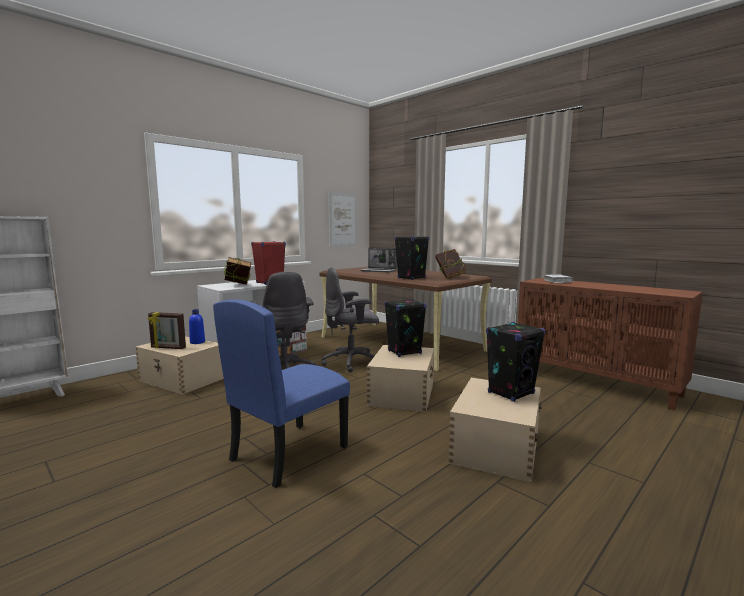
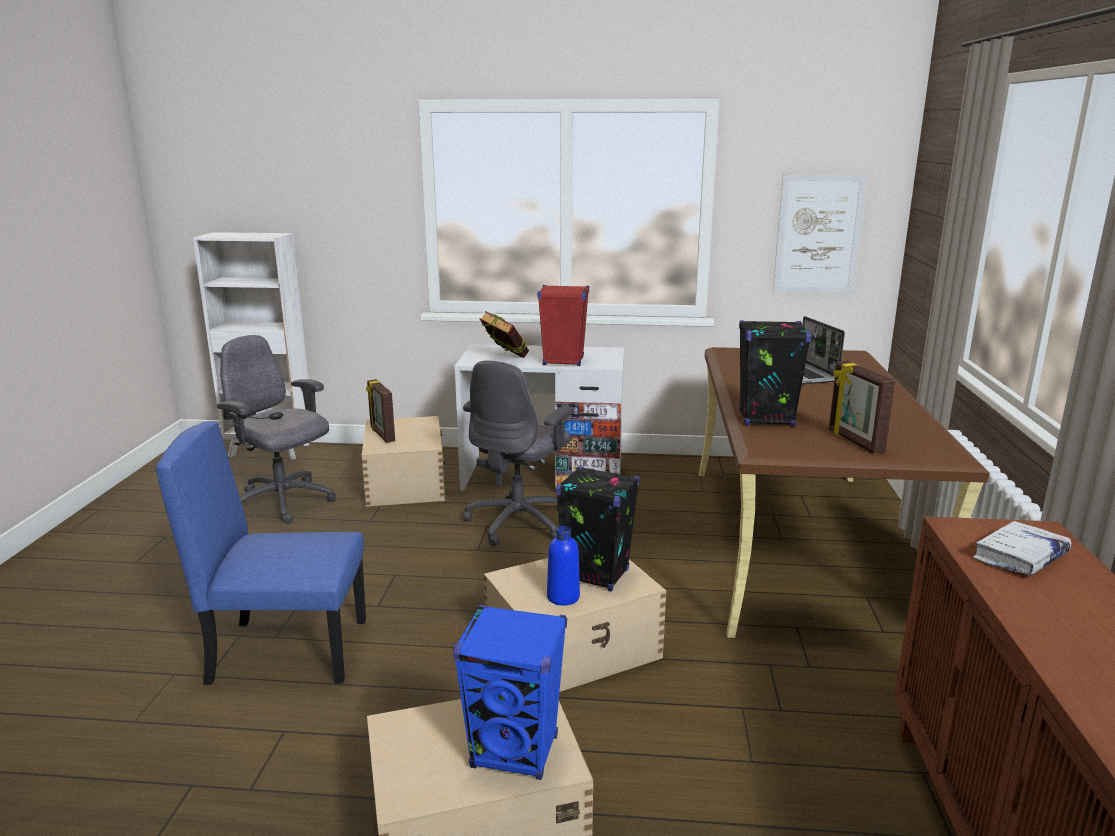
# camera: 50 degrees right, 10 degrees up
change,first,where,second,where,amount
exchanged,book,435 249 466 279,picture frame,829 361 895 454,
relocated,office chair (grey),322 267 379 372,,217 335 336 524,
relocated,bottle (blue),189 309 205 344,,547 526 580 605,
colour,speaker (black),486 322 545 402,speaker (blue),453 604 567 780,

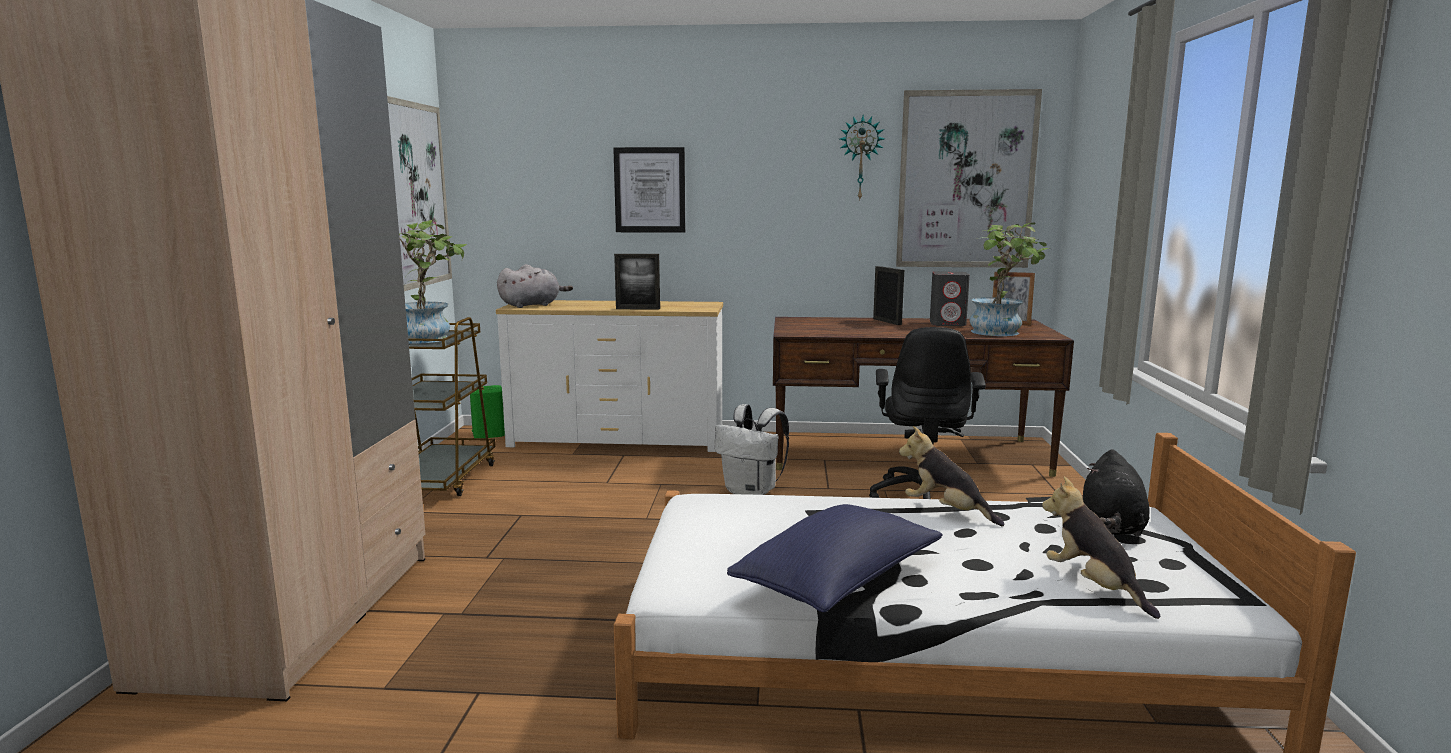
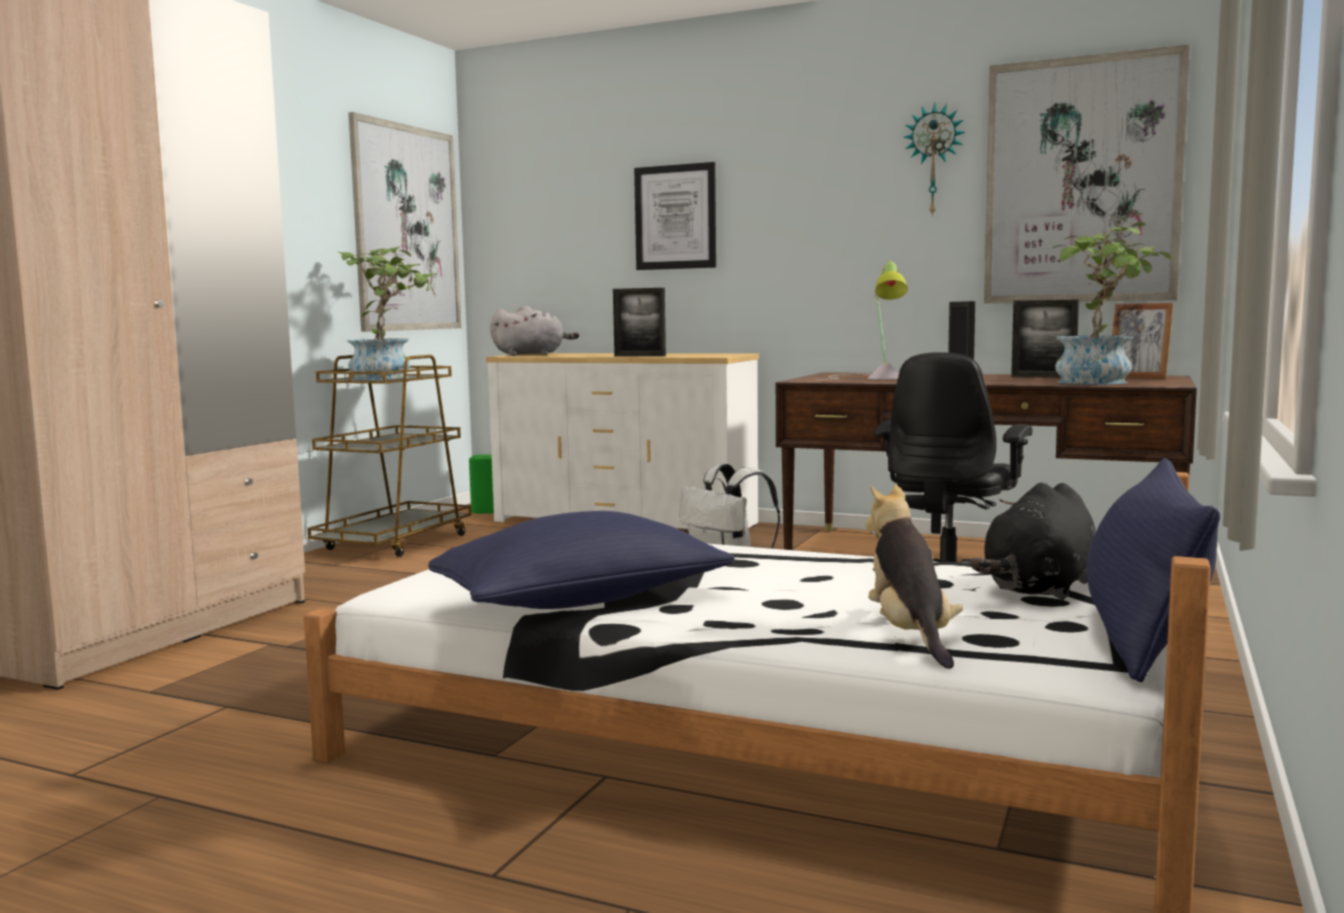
# camera: 20 degrees right, 5 degrees down
change,first,where,second,where,amount
exchanged,speaker (grey),930 271 970 326,picture frame,1011 299 1079 378,
missing,plush toy,899 426 1005 526,,,
appeared,,,table lamp,818 260 908 380,
appeared,,,pillow (blue),1087 458 1220 682,

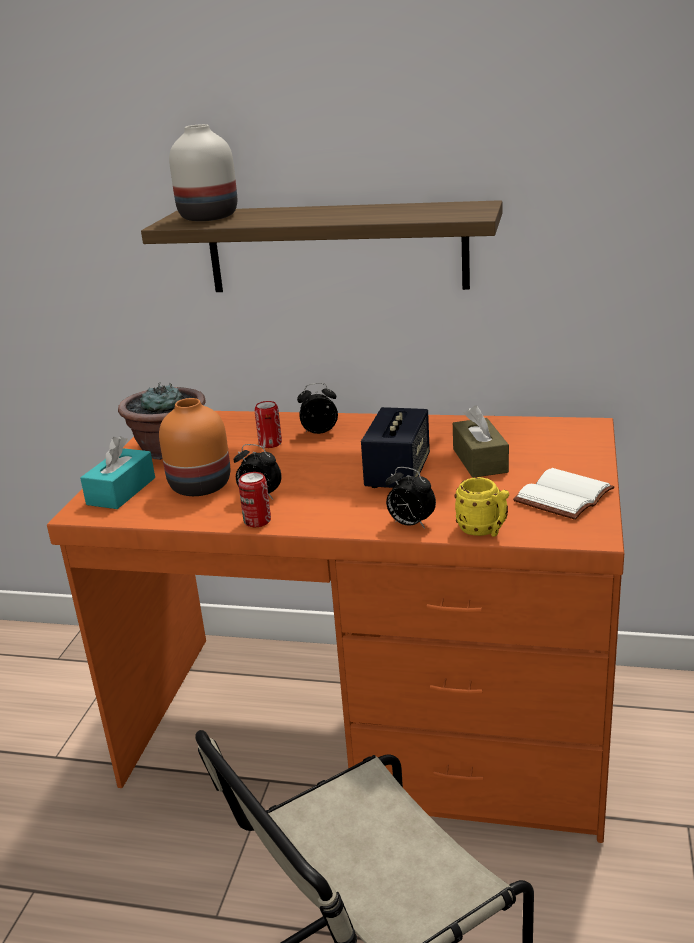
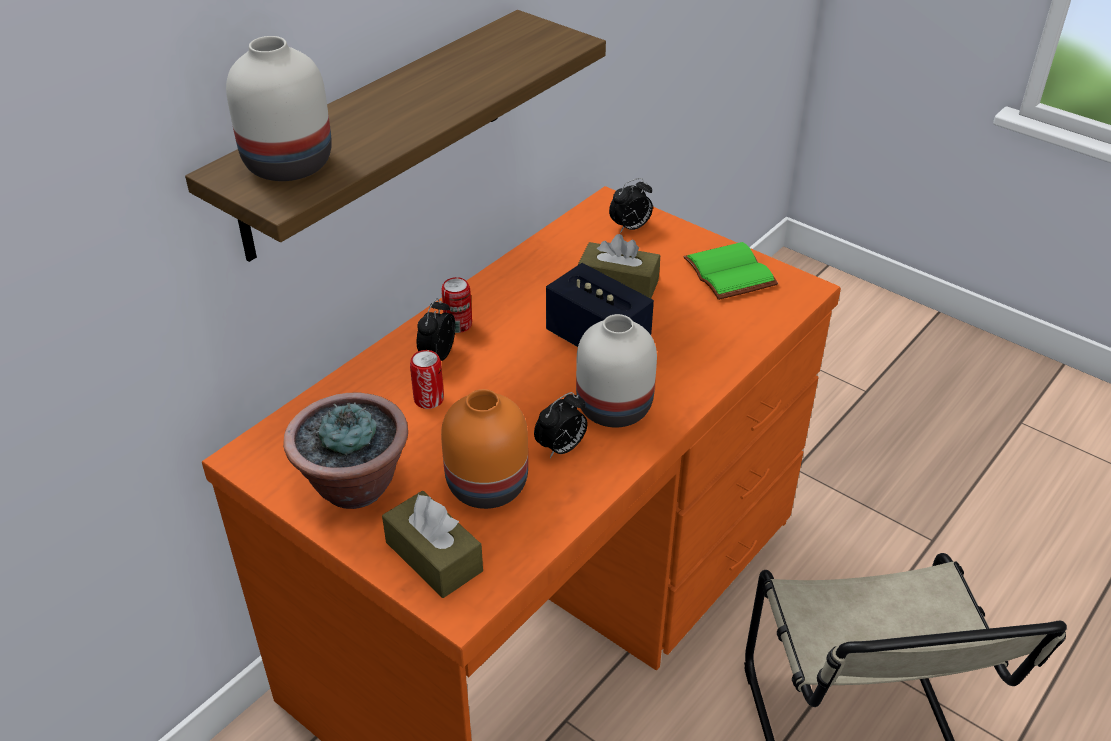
# camera: 65 degrees left, 15 degrees up
change,first,where,second,where,amount
colour,tissue box (turquoise),80 436 155 509,tissue box (brown),382 491 483 598,
relocated,alarm clock,386 467 436 529,,609 178 653 233,
colour,book (white),513 468 615 520,book (green),683 242 778 300,
relocated,can,238 472 271 527,,441 277 472 333,
missing,mug (yellow),454 477 509 537,,,
appeared,,,vase (white),576 314 657 427,

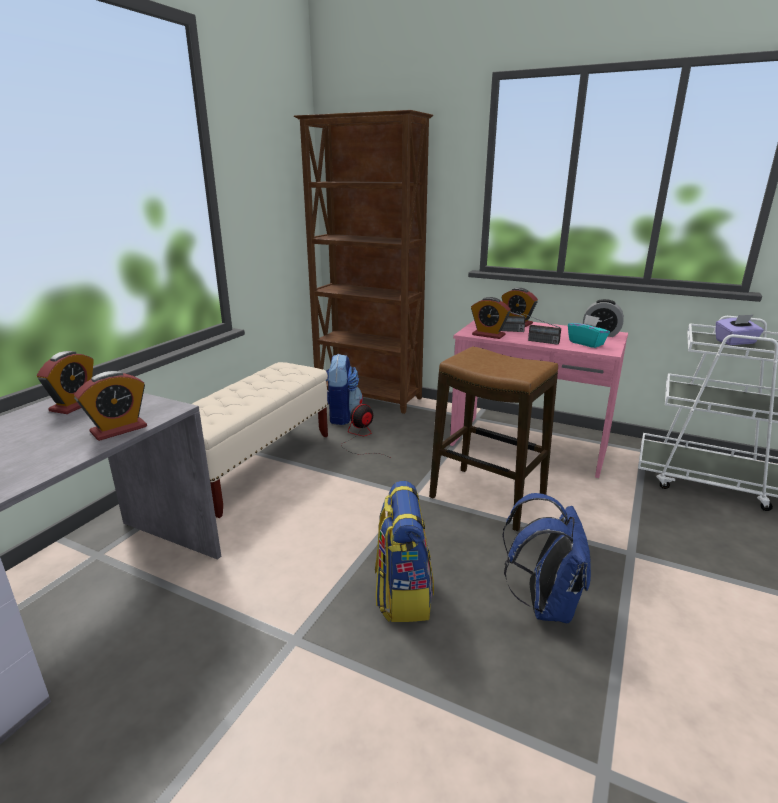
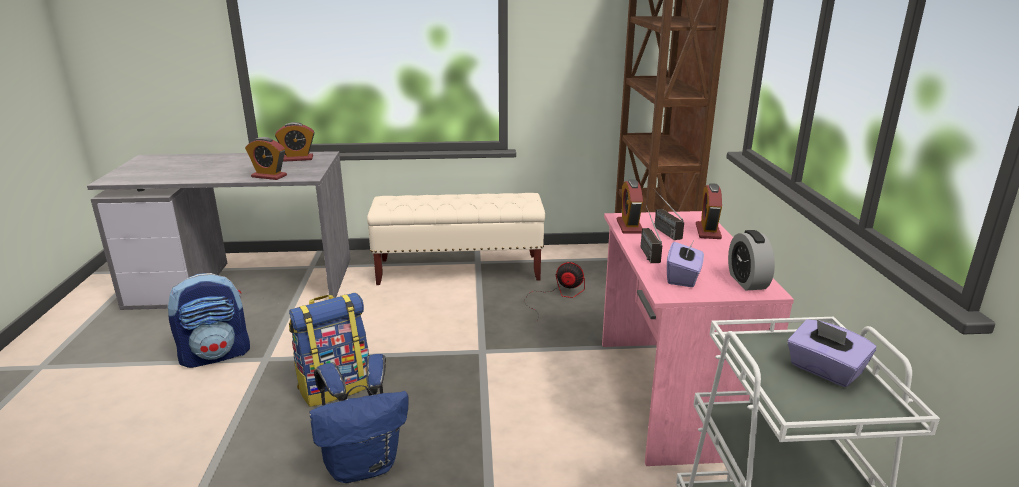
# camera: 60 degrees right, 0 degrees up
change,first,where,second,where,amount
colour,tissue box (turquoise),568 315 610 348,tissue box (purple),667 241 704 287,
missing,stool,429 347 558 531,,,
relocated,backpack,326 354 363 425,,167 273 250 368,

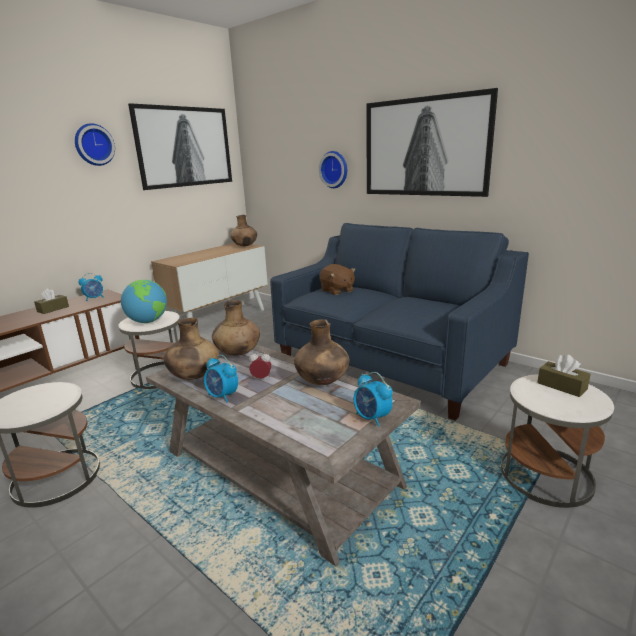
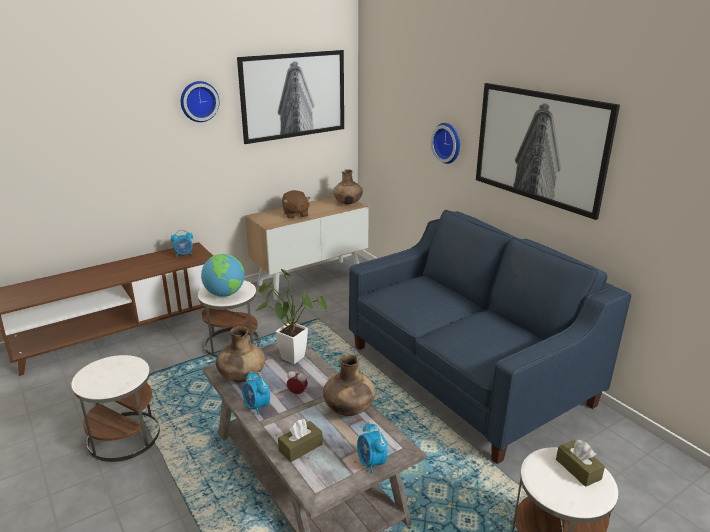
# camera: 15 degrees right, 5 degrees up
change,first,where,second,where,amount
relocated,plush toy (brown),319 264 356 295,,282 190 310 219,
relocated,tissue box (brown),34 288 69 314,,278 419 323 463,
exchanged,vase (brown),212 300 260 356,potted plant,256 269 327 364,

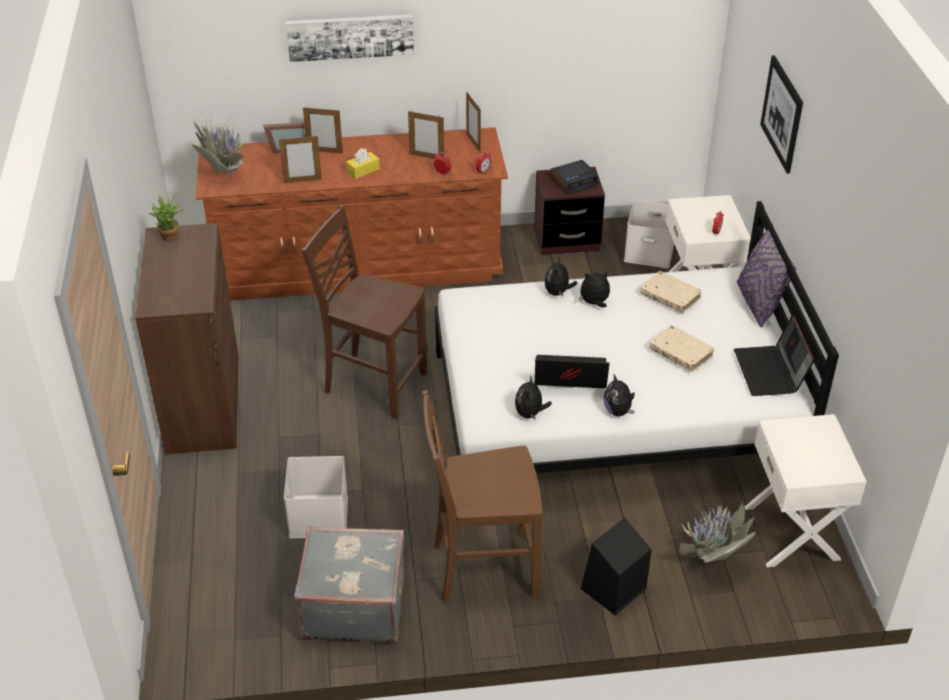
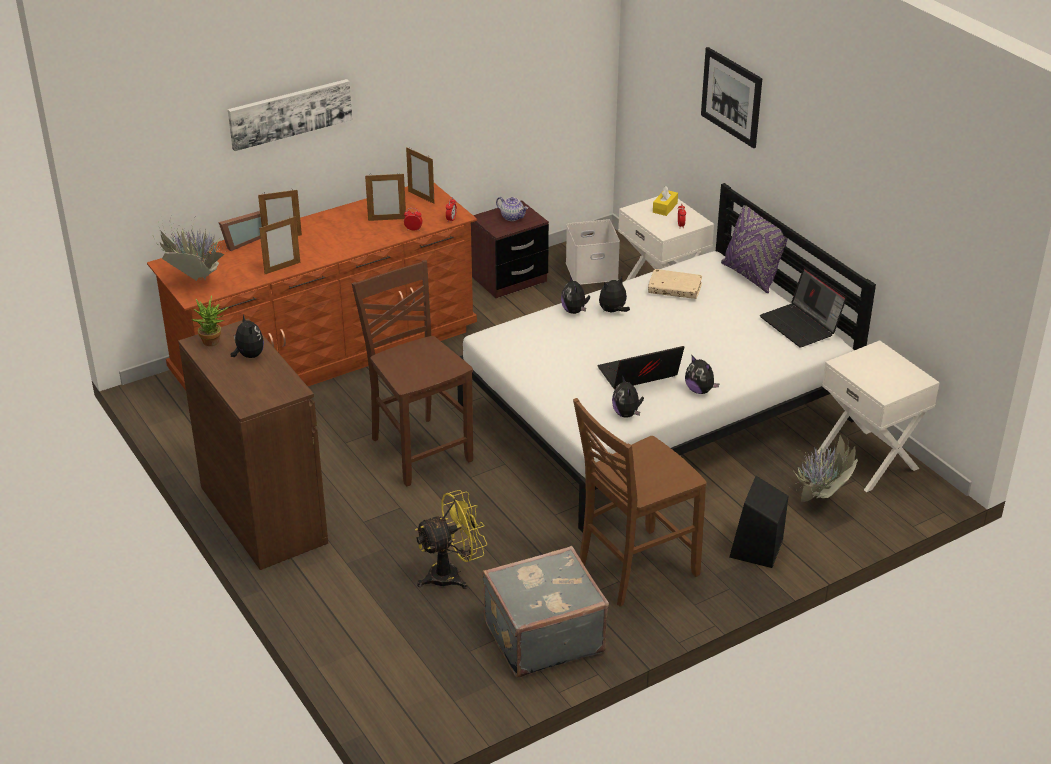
# camera: 25 degrees left, 5 degrees down
change,first,where,second,where,amount
relocated,tissue box (yellow),346 148 380 179,,653 186 678 216,
exchanged,alarm clock,550 160 599 194,teapot,496 197 528 221,
spun,chair (brown),302 205 427 419,,352 260 473 486,60 degrees clockwise
missing,book (beige),649 325 714 372,,,
exchanged,storage box (white),284 456 348 538,fan (yellow),415 490 487 589,
appeared,,,plush toy,231 315 264 358,

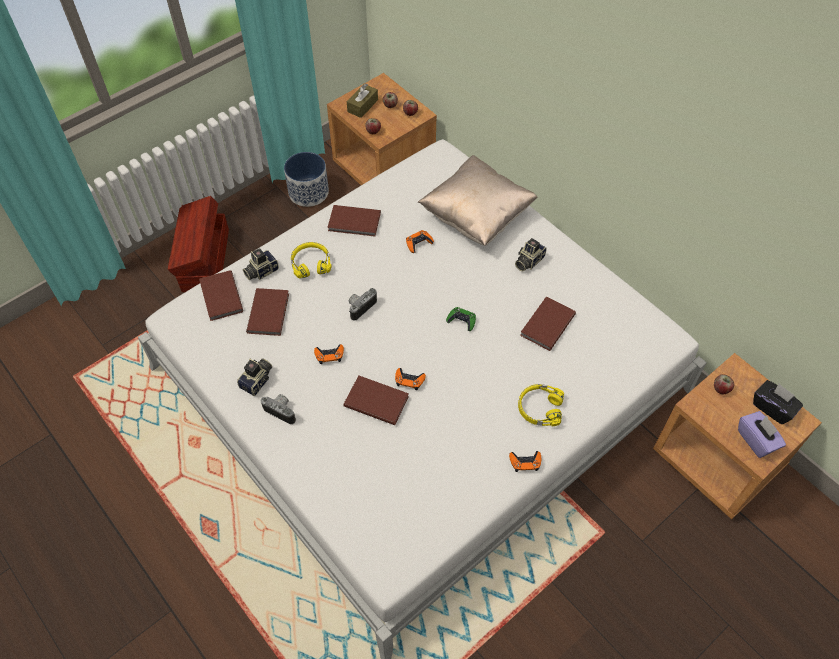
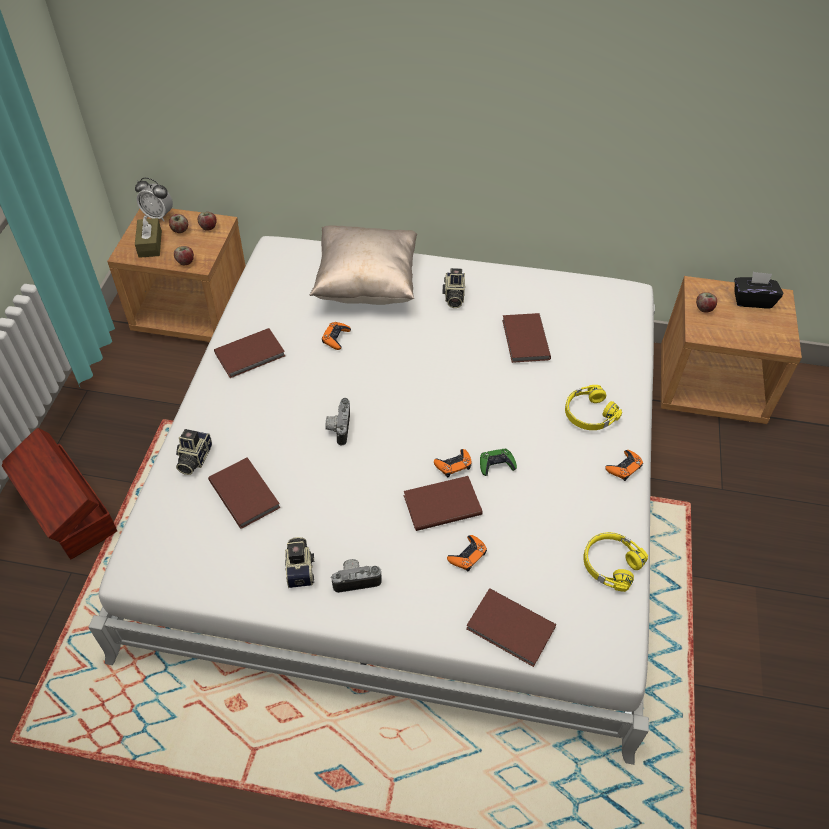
# camera: 40 degrees left, 5 degrees down
change,first,where,second,where,amount
missing,planter,284 152 329 207,,,
relocated,headphones (yellow),291 242 332 279,,583 532 648 592,
relocated,book (brown),199 270 243 321,,466 588 556 667,
relocated,game controller (green),446 307 476 331,,480 449 517 476,
relocated,game controller (orange),314 344 344 364,,447 535 487 571,
missing,tissue box (purple),738 411 786 458,,,
appeared,,,alarm clock,135 178 173 221,

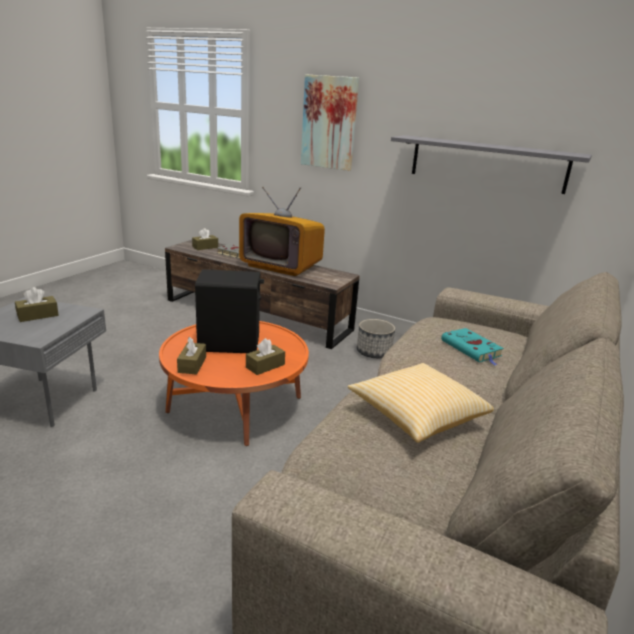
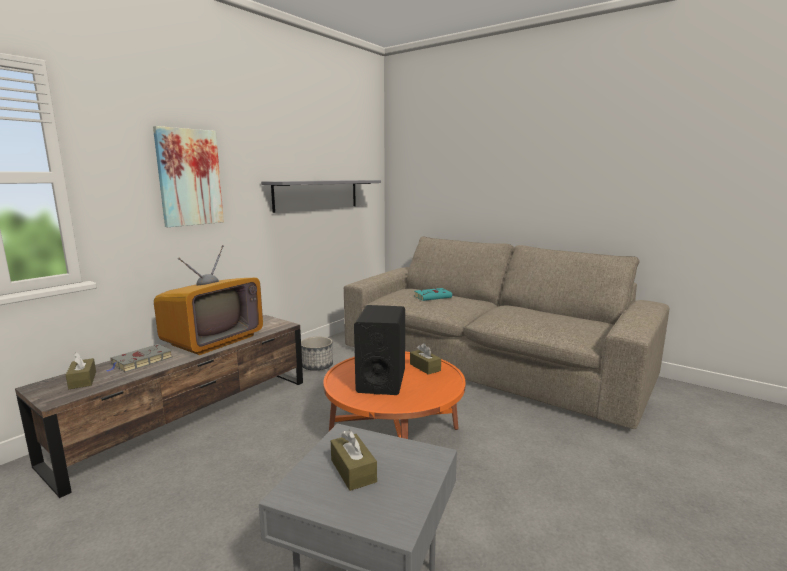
# camera: 80 degrees left, 10 degrees down
change,first,where,second,where,amount
missing,tissue box (brown),177 337 206 375,,,
missing,pillow,348 363 494 443,,,

